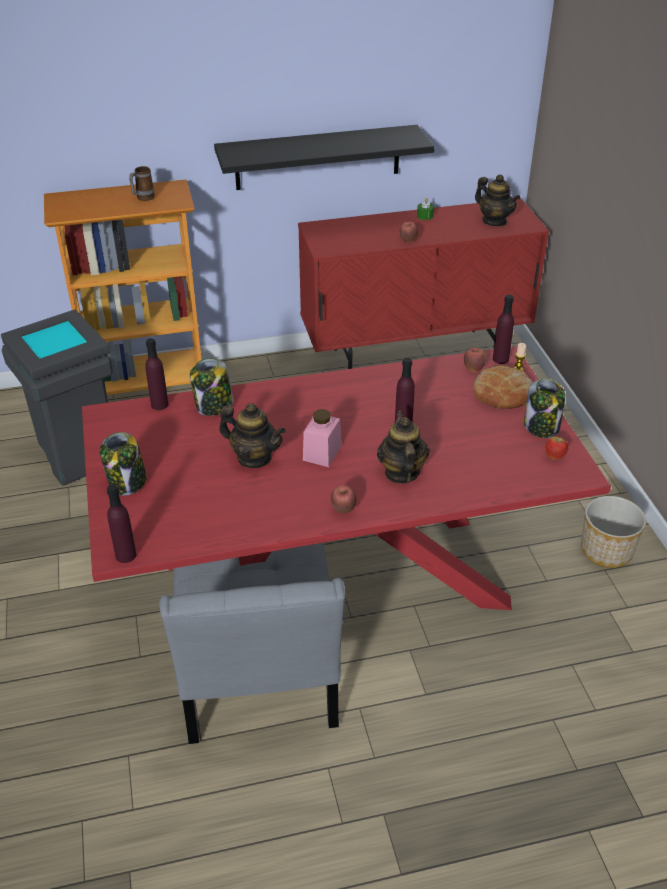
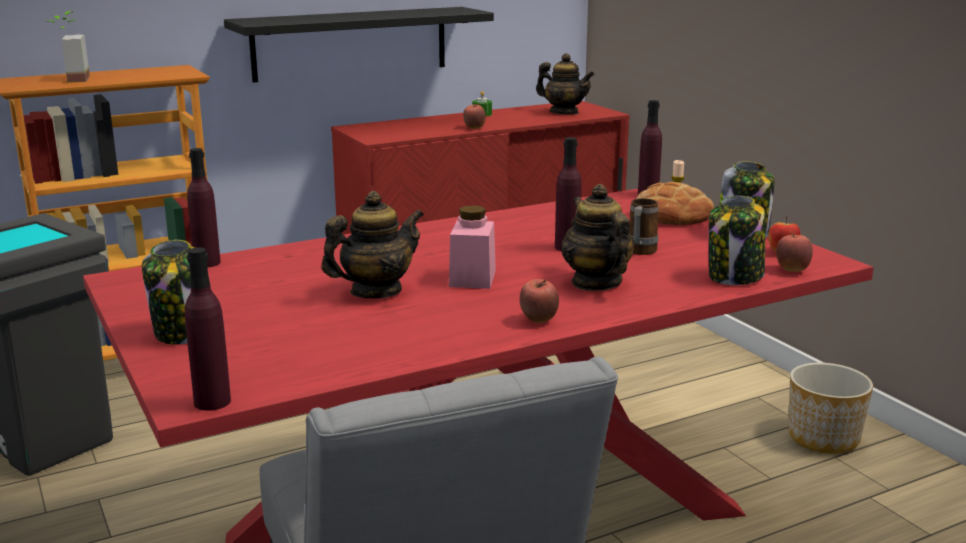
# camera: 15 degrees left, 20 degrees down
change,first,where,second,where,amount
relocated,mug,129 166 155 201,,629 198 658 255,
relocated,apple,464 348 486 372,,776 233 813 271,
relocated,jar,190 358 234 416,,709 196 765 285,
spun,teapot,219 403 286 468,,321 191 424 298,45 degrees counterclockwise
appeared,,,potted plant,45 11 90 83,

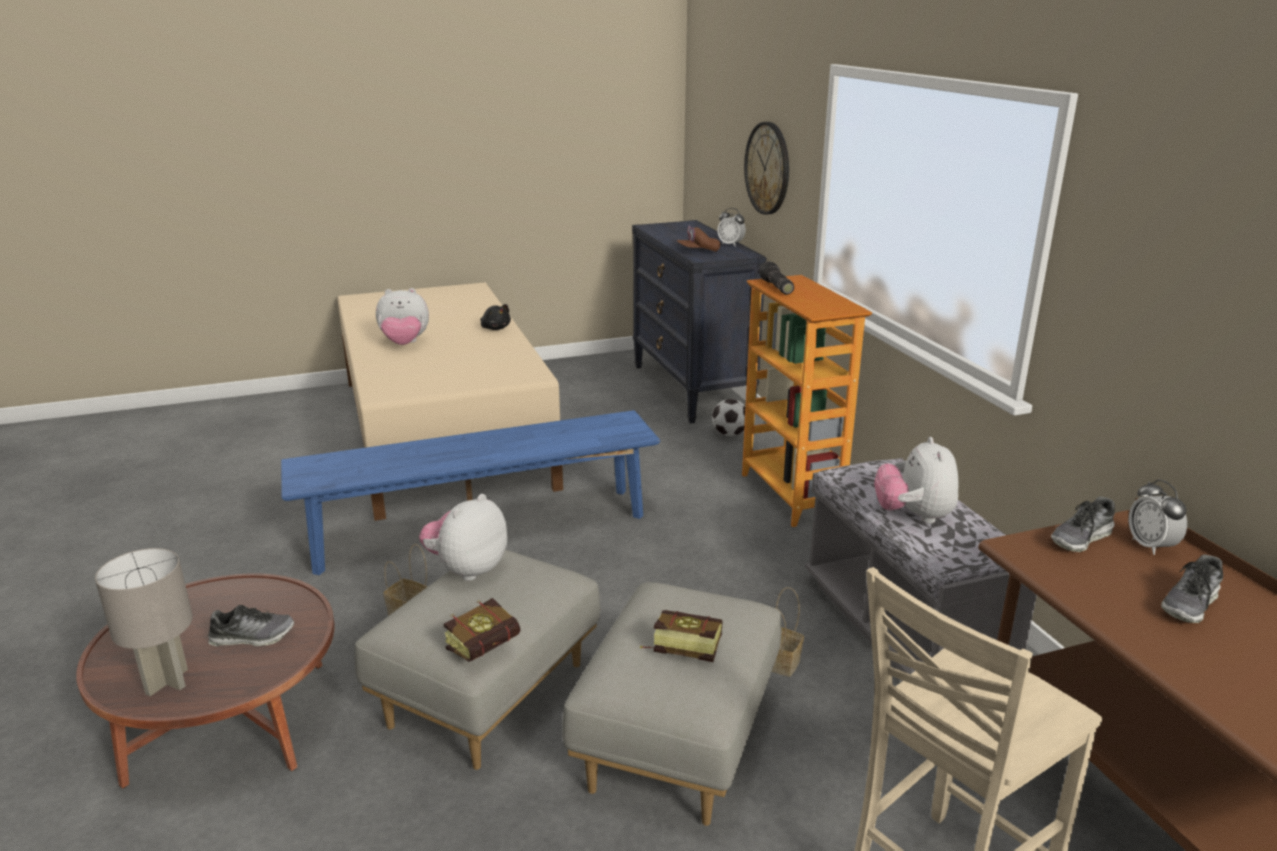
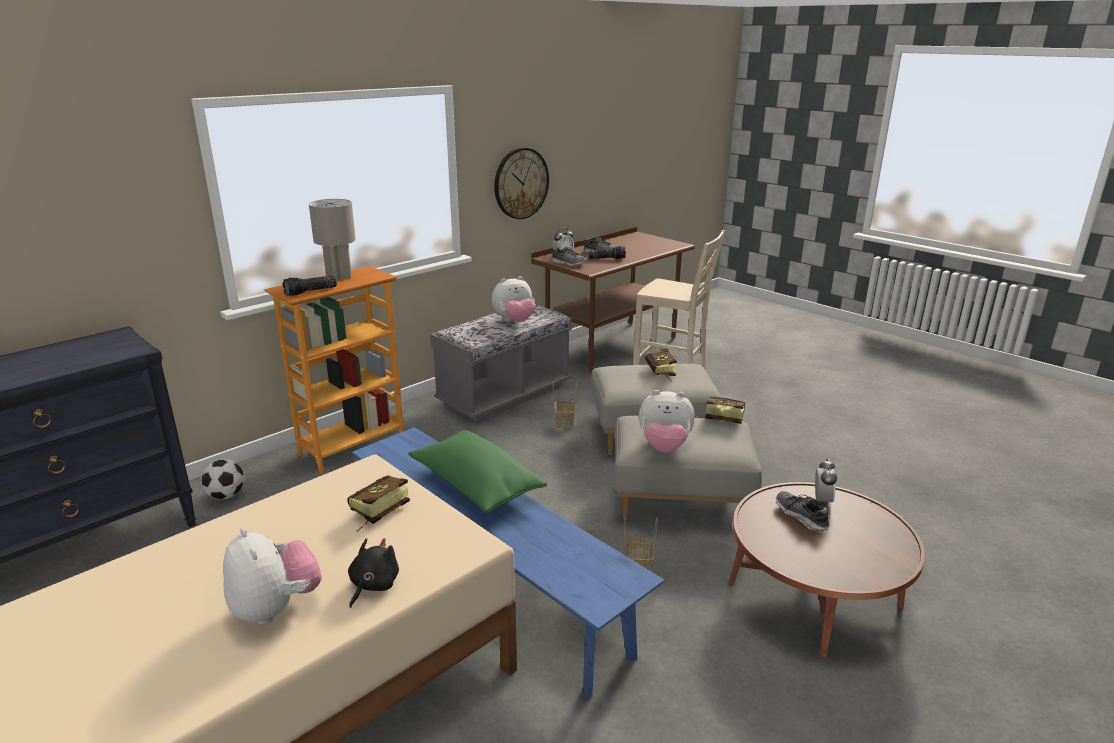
# camera: 115 degrees left, 0 degrees up
change,first,where,second,where,amount
relocated,wall clock,744 122 789 215,,494 147 549 219,
relocated,alarm clock,718 208 746 247,,815 458 837 507,
missing,cap (brown),677 225 720 252,,,
relocated,plush toy (black),480 304 511 330,,348 538 399 608,
relocated,table lamp (grey),95 548 193 696,,309 199 356 282,
appeared,,,flashlight,588 246 626 260,
appeared,,,pillow (green),408 430 547 513,
appeared,,,book,347 475 410 532,

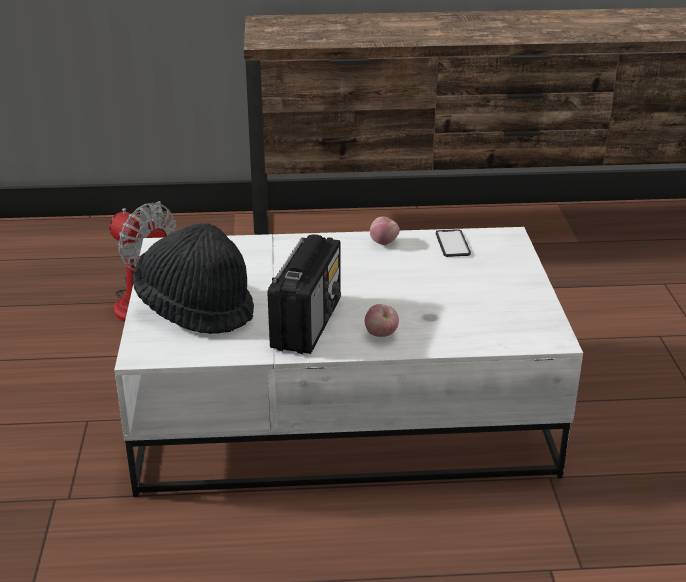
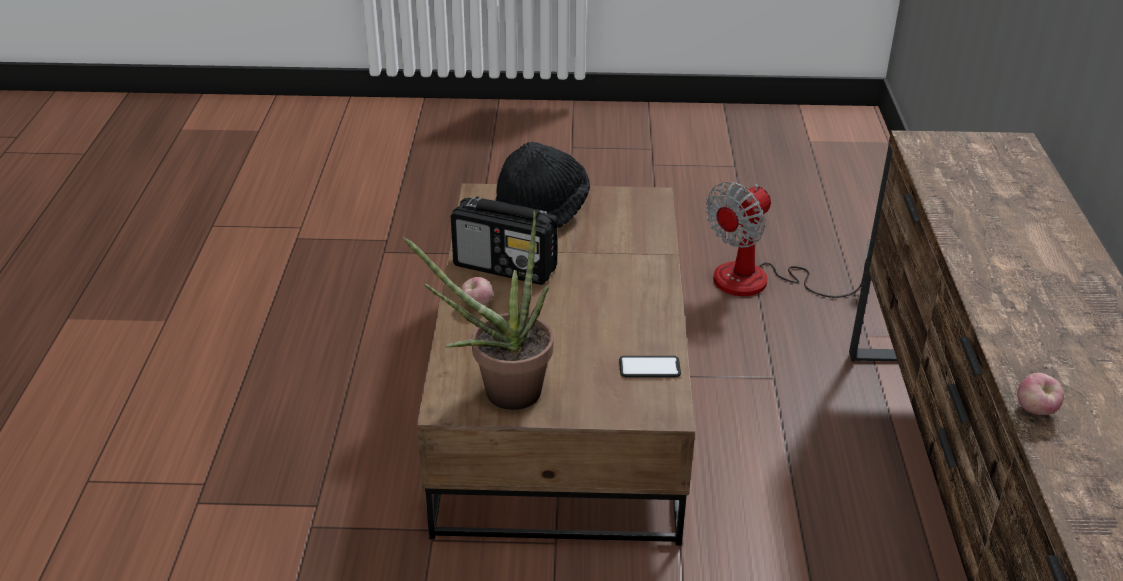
# camera: 95 degrees right, 5 degrees up
change,first,where,second,where,amount
relocated,apple,370 216 400 245,,1017 373 1064 415,
colour,coffee table (white),114 227 583 497,coffee table (brown),417 183 695 546,
appeared,,,potted plant,403 210 553 410,

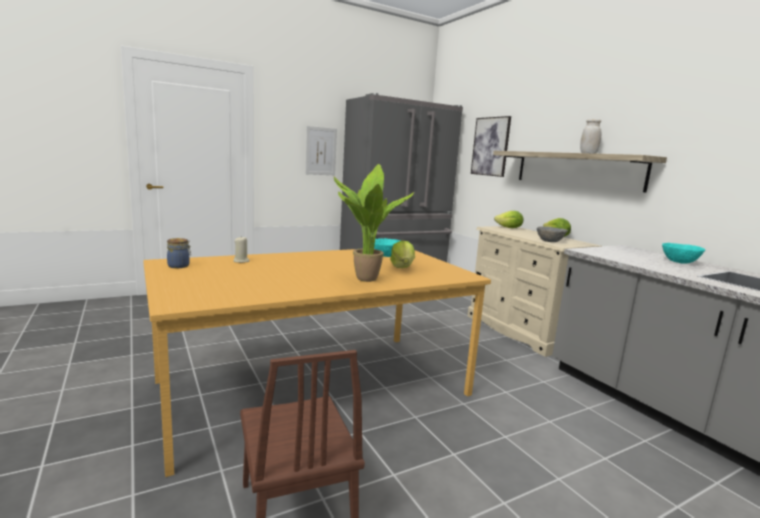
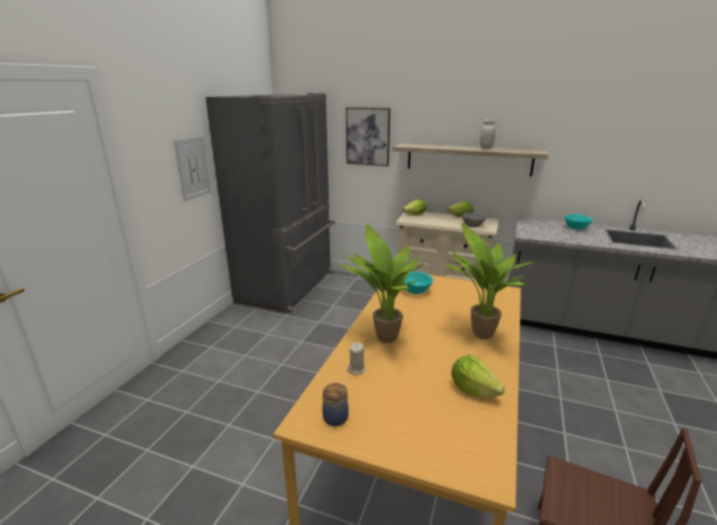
# camera: 40 degrees left, 10 degrees up
change,first,where,second,where,amount
relocated,lettuce,390 240 415 268,,451 355 505 398,
appeared,,,potted plant,339 224 424 343,

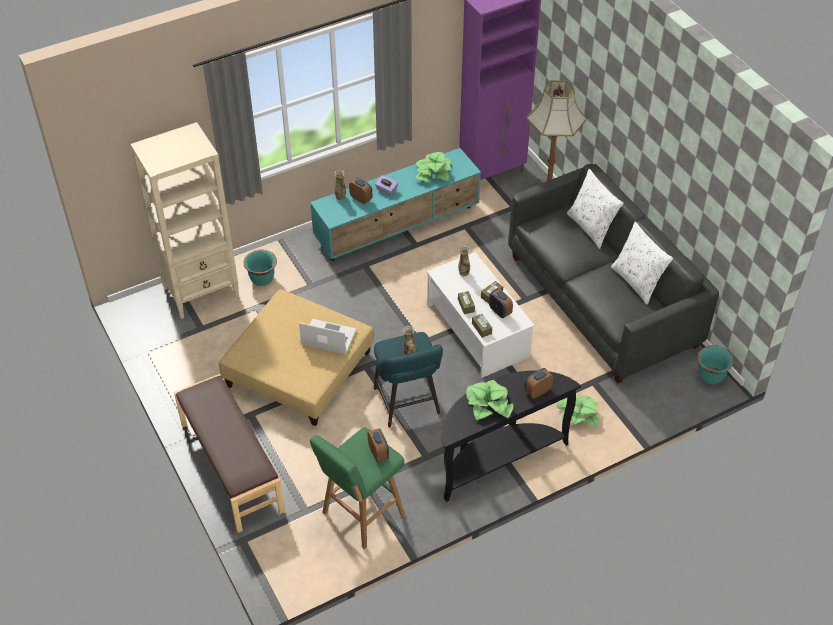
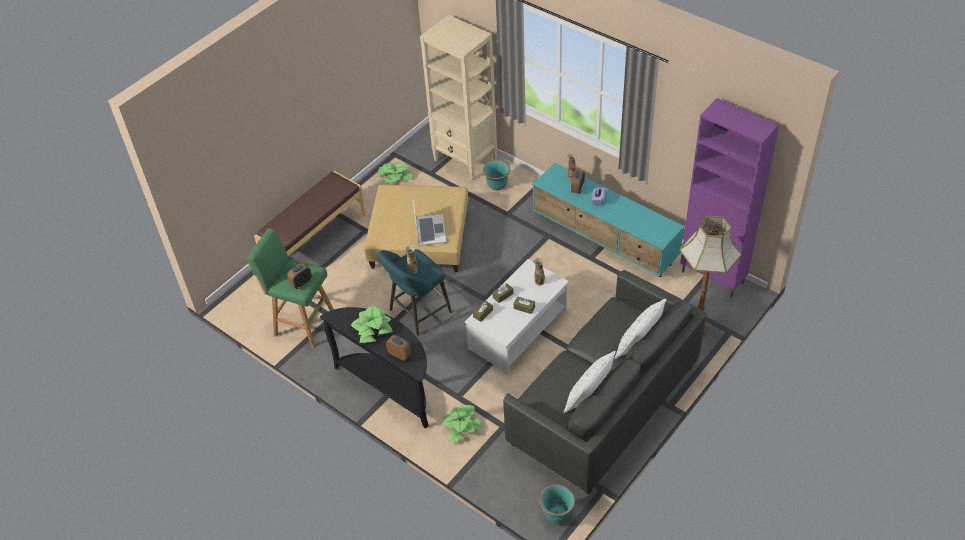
# camera: 70 degrees right, 0 degrees up
change,first,where,second,where,amount
relocated,potted plant,415 152 452 182,,378 162 413 185,
missing,alarm clock,489 289 513 318,,,

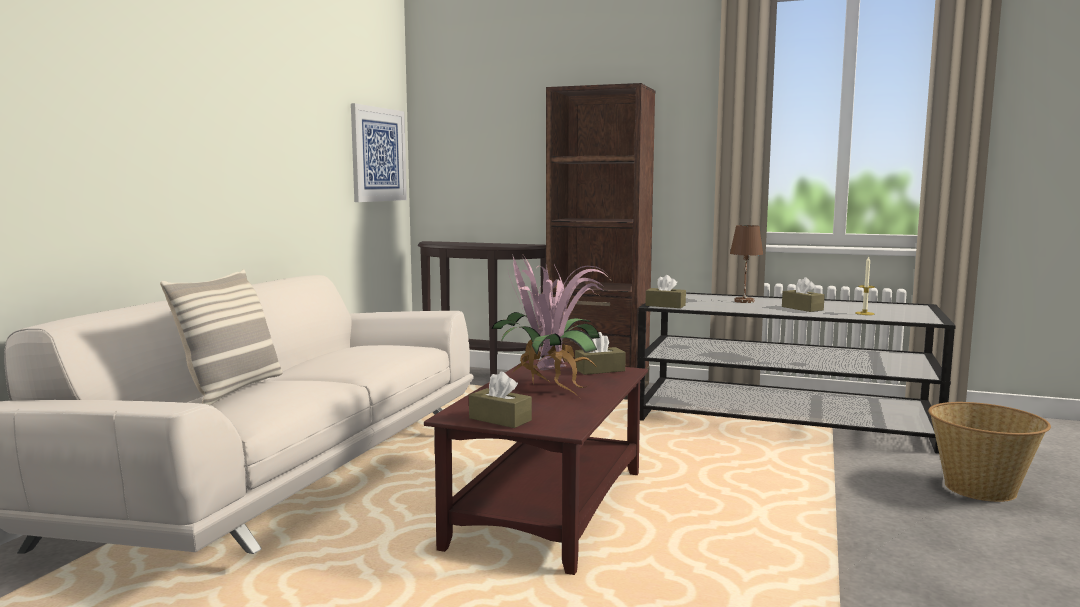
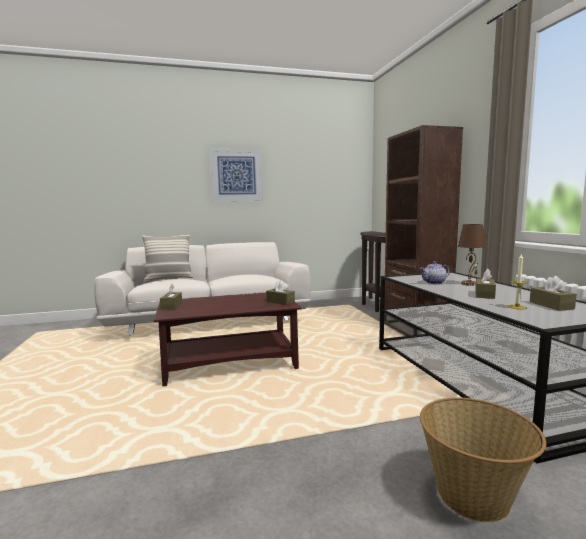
# camera: 55 degrees right, 0 degrees up
change,first,where,second,where,amount
relocated,picture,351 103 407 202,,210 148 263 201,
missing,potted plant,491 254 610 397,,,
relocated,tissue box (brown),645 275 686 308,,530 276 576 311,
appeared,,,teapot,419 261 450 284,

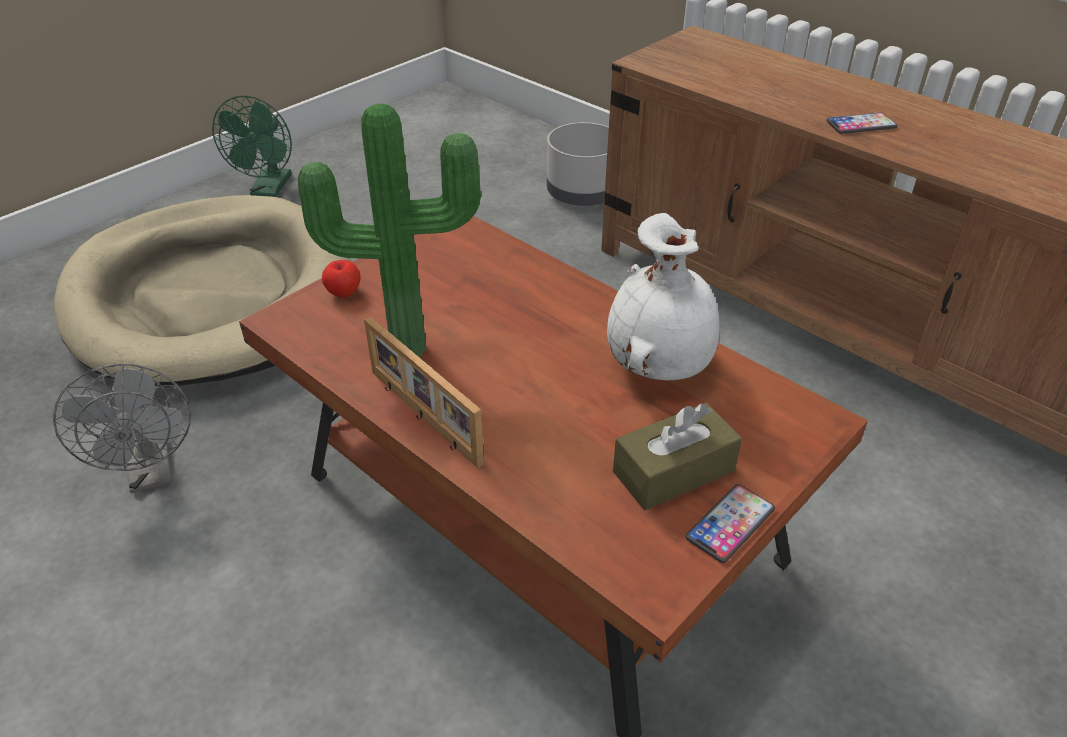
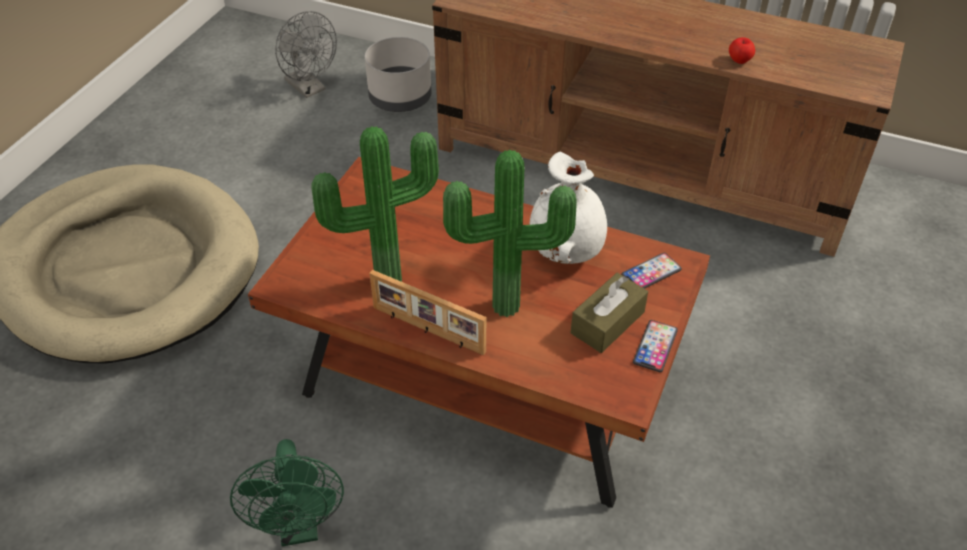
# camera: 20 degrees left, 5 degrees up
change,first,where,second,where,amount
relocated,fan (green),212 95 292 197,,230 439 344 546,
relocated,phone,826 112 898 134,,621 253 682 289,
relocated,apple,322 260 361 298,,729 37 755 64,
relocated,fan (grey),53 364 191 493,,275 11 337 98,
appeared,,,potted plant,443 150 577 317,

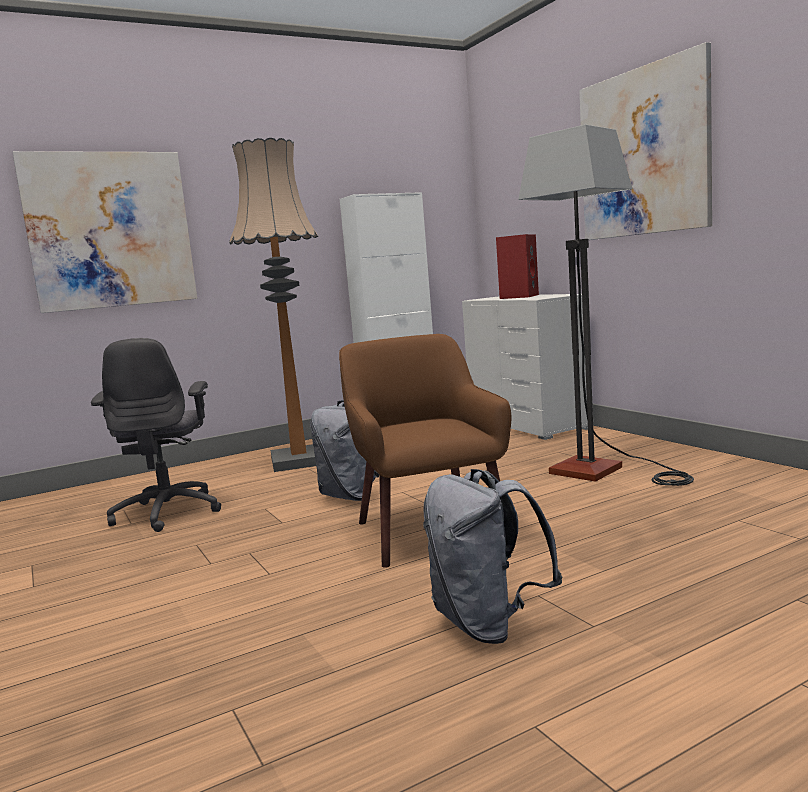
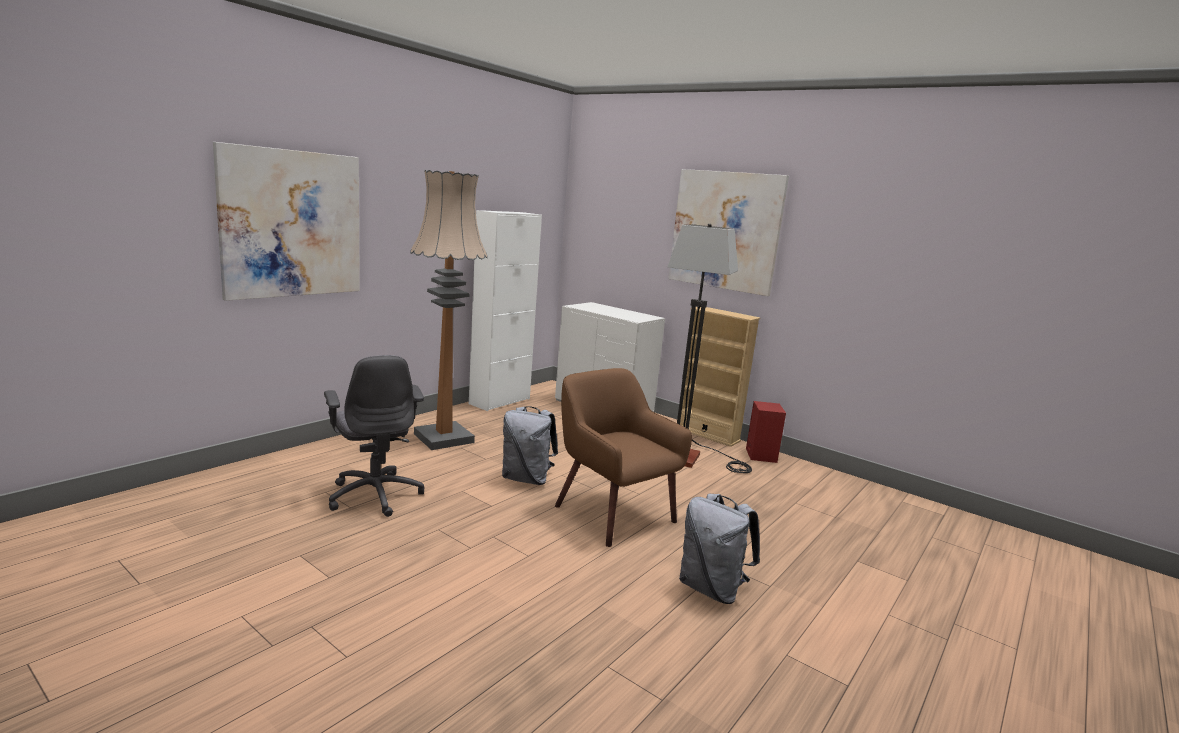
# camera: 25 degrees left, 5 degrees up
change,first,where,second,where,amount
relocated,speaker (red),496 234 539 299,,746 401 786 463,
appeared,,,bookcase (beige),680 307 760 447,

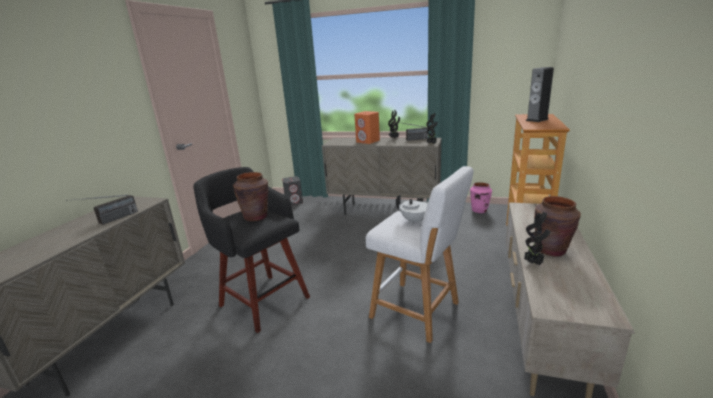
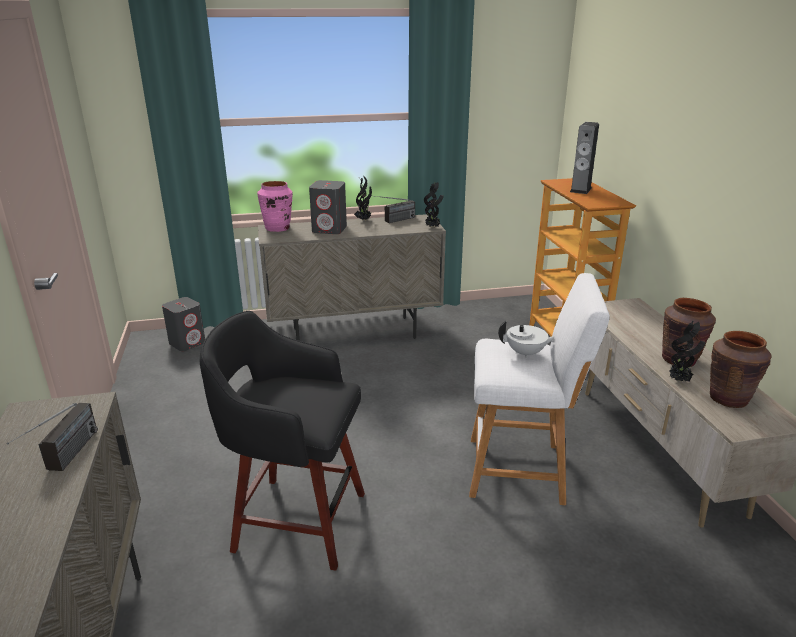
# camera: 30 degrees left, 5 degrees up
change,first,where,second,where,amount
colour,speaker (orange),354 111 380 144,speaker (grey),309 180 347 234,
relocated,vase (brown),233 172 268 221,,710 331 772 408,
relocated,vase (pink),470 182 492 213,,257 181 293 232,

